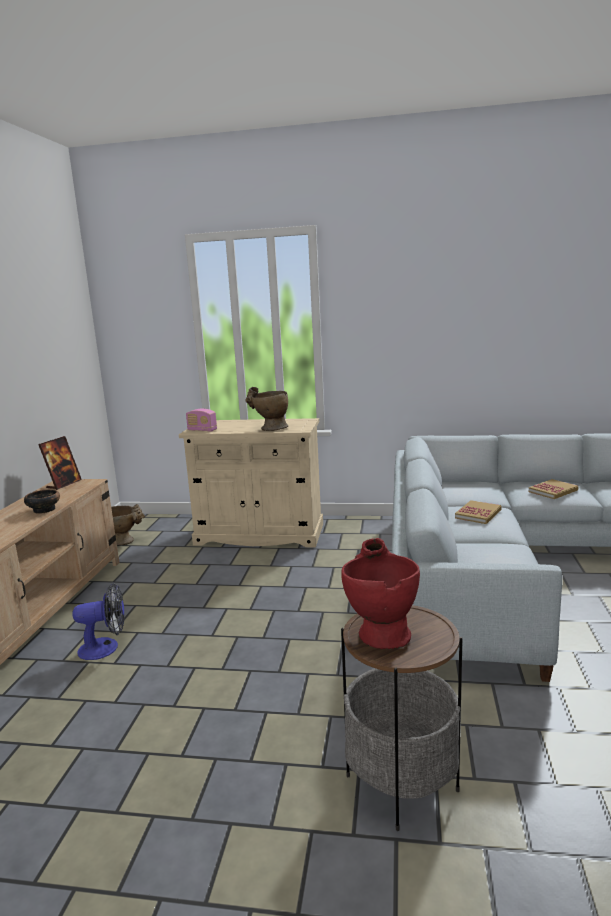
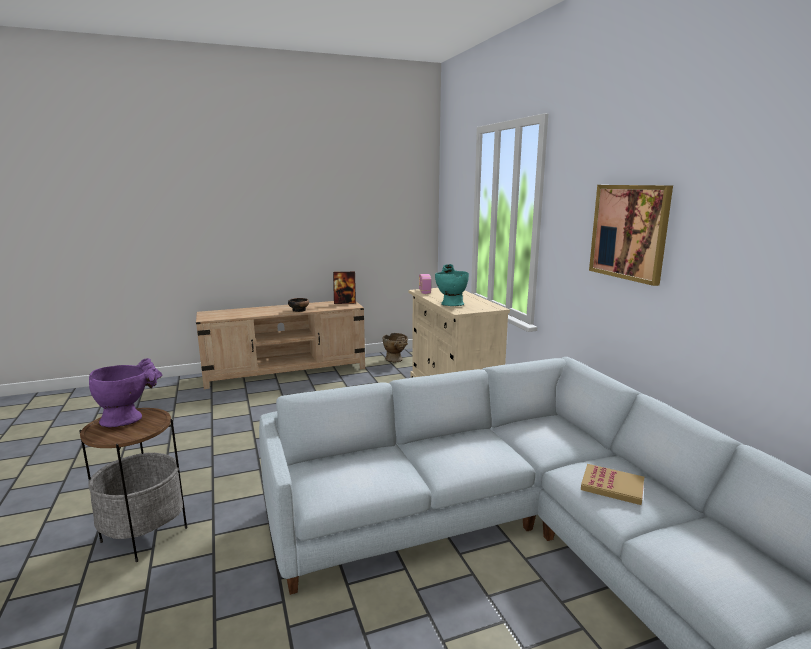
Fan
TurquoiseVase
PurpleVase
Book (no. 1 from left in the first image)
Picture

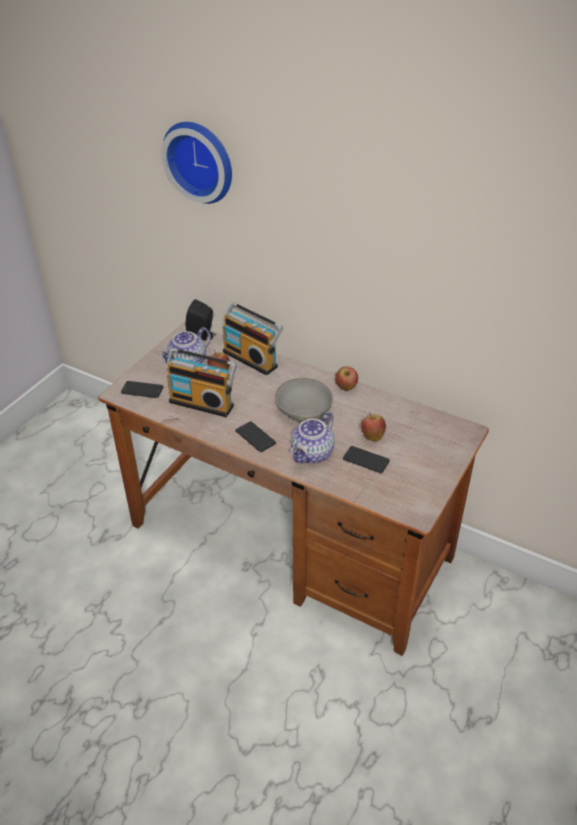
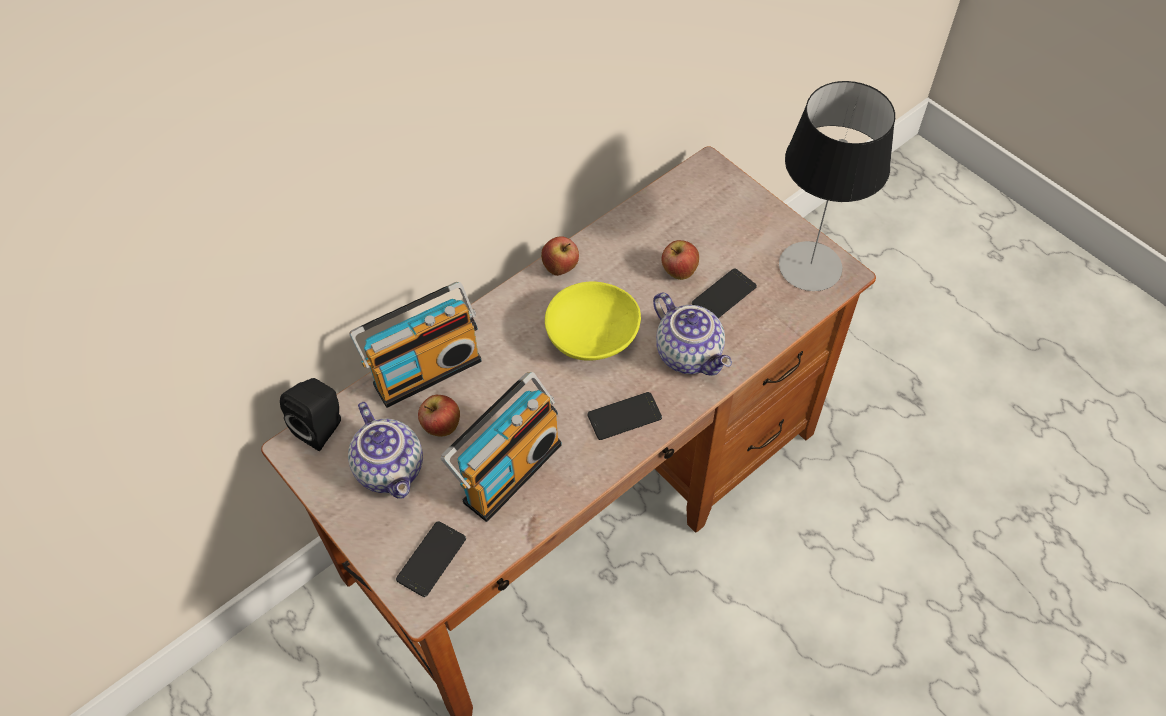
WallClock
YellowBowl
TableLamp

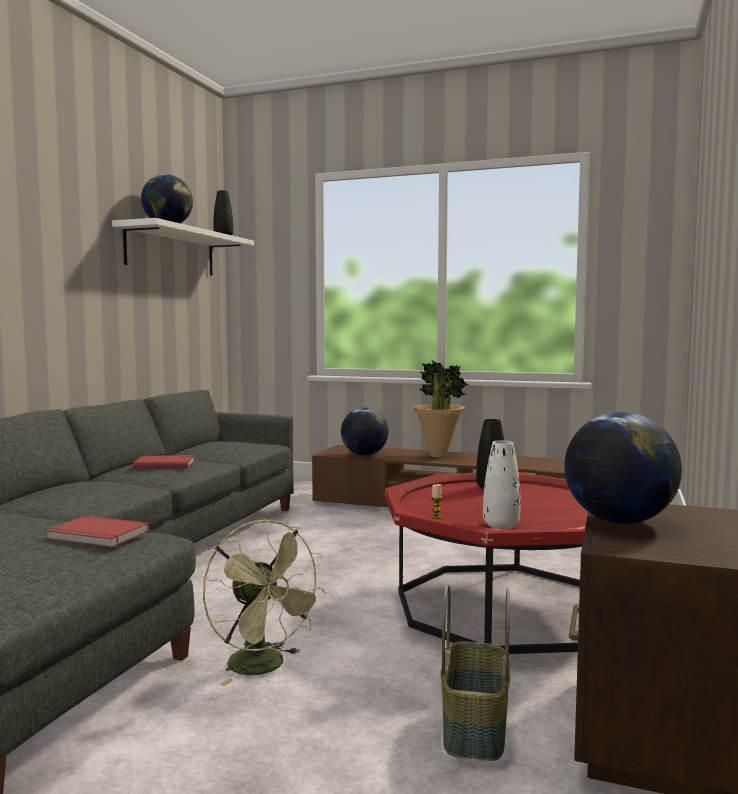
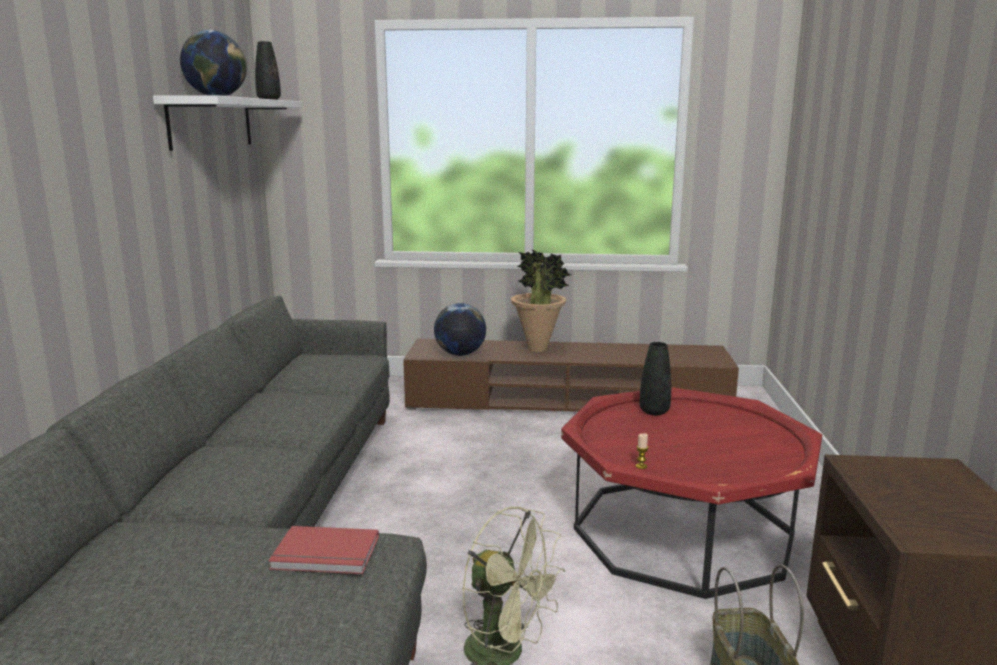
RedBook (no. 2 from left in the first image)
WhiteVase
Globe (no. 3 from left in the first image)

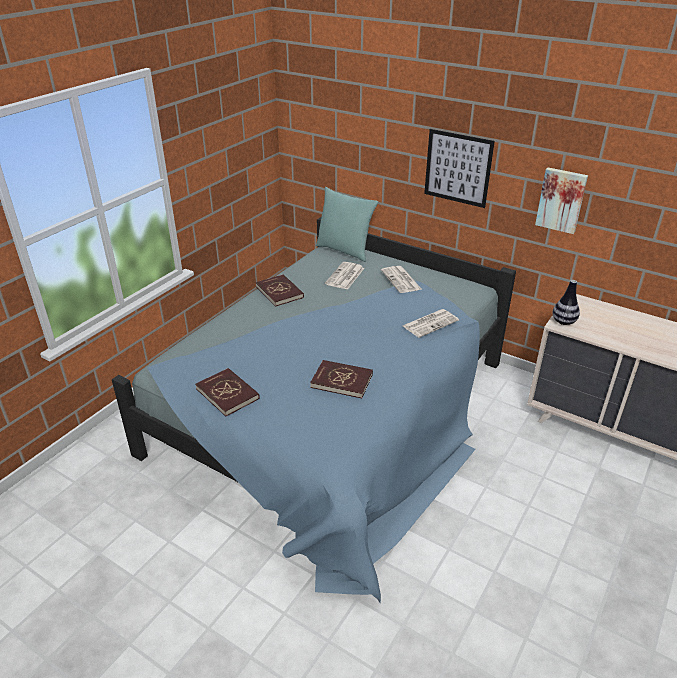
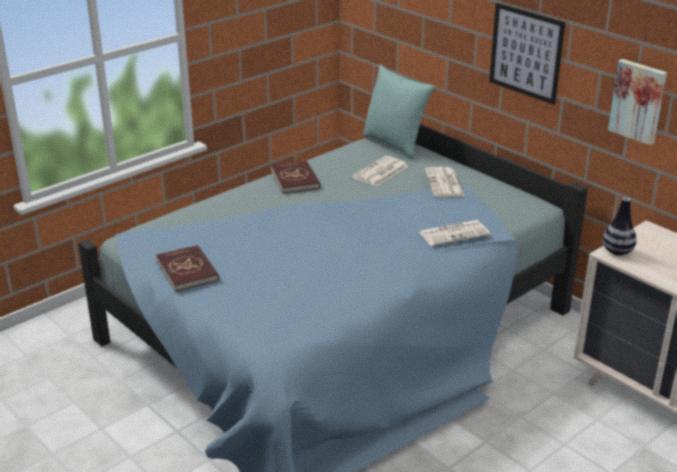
RedBook (no. 3 from left in the first image)

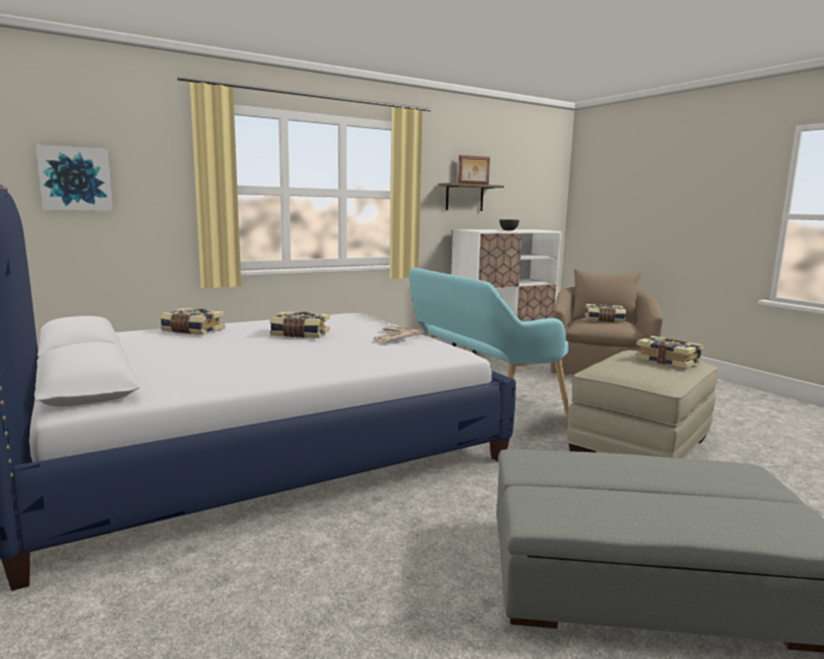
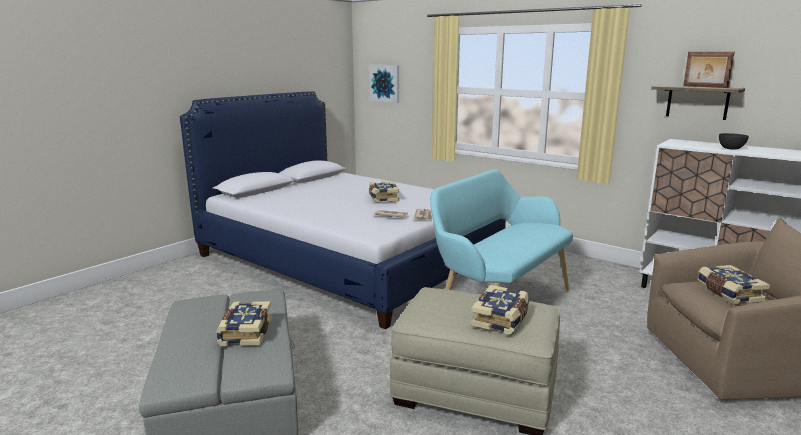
Book (no. 1 from left)

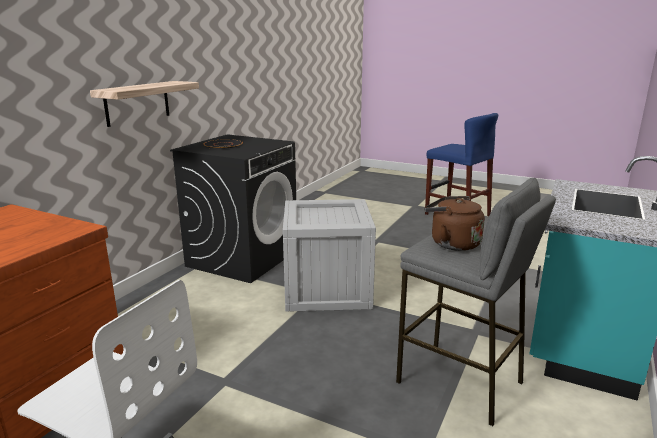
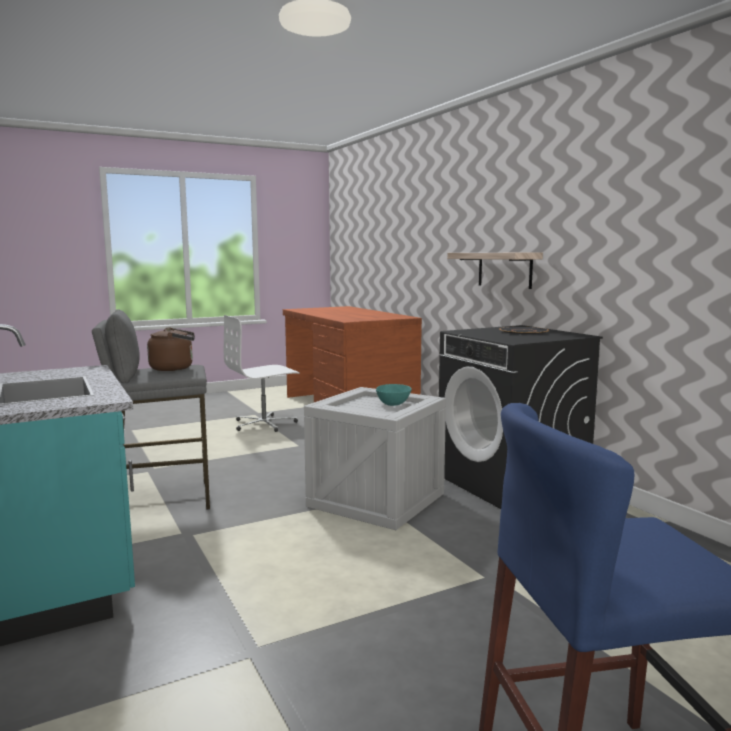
TurquoiseBowl

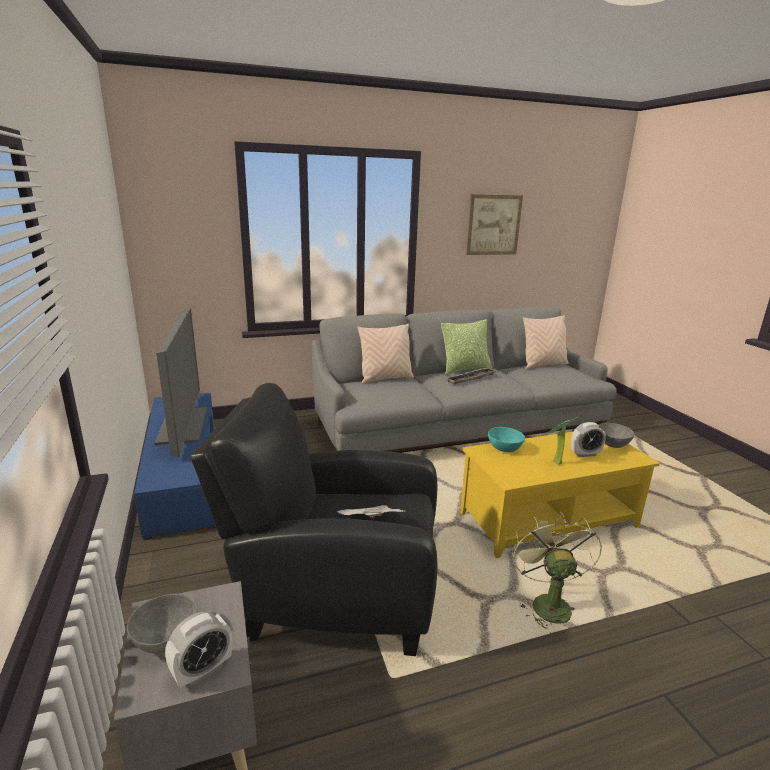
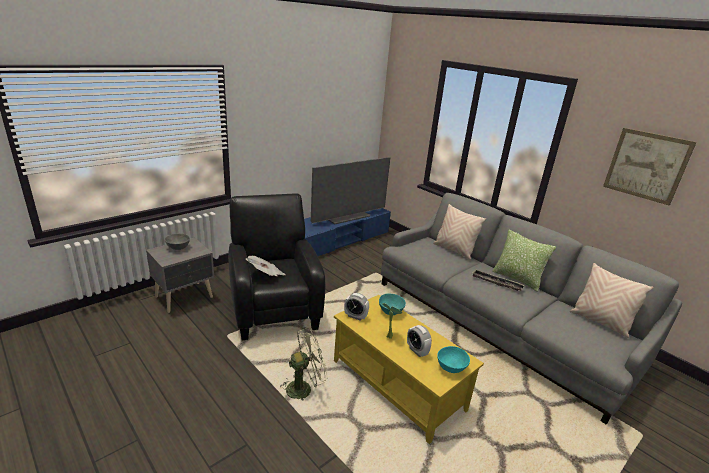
AlarmClock (no. 1 from left)
TurquoiseBowl (no. 2 from left)

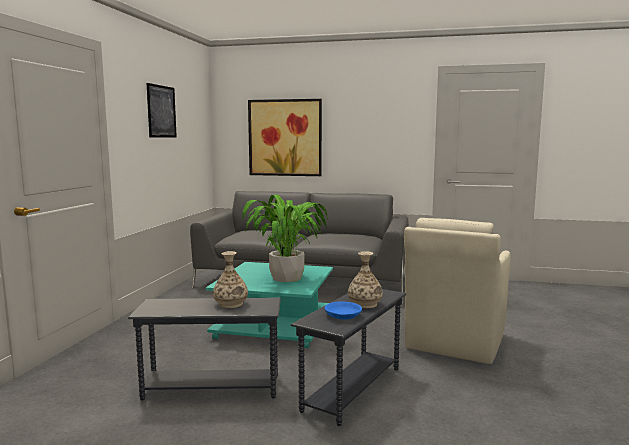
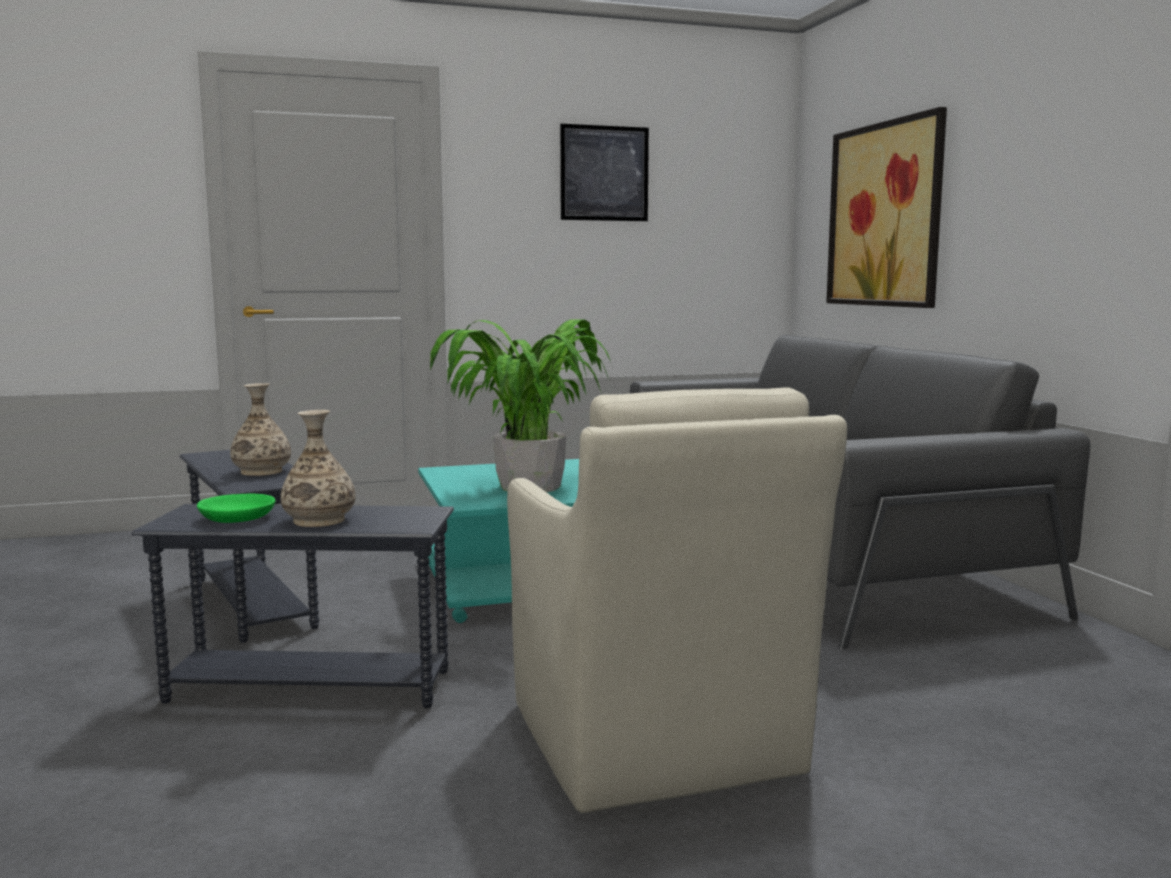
GreenBowl
BeigeArmchair

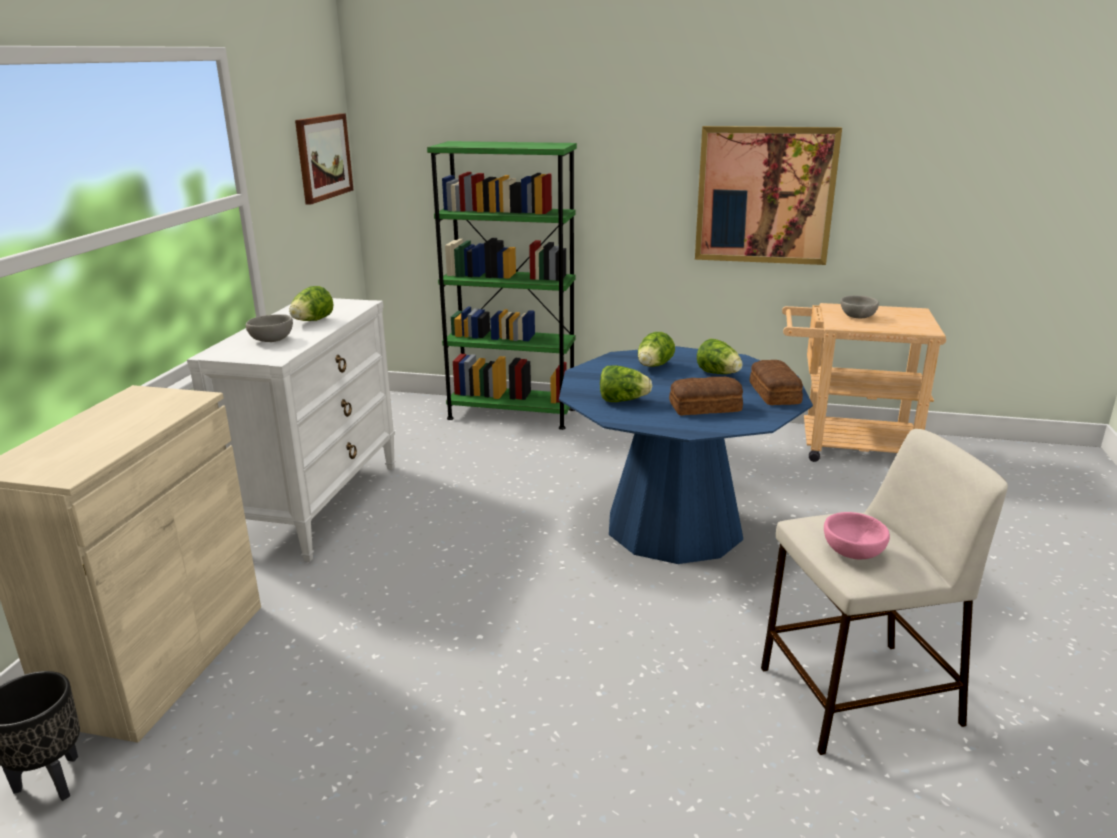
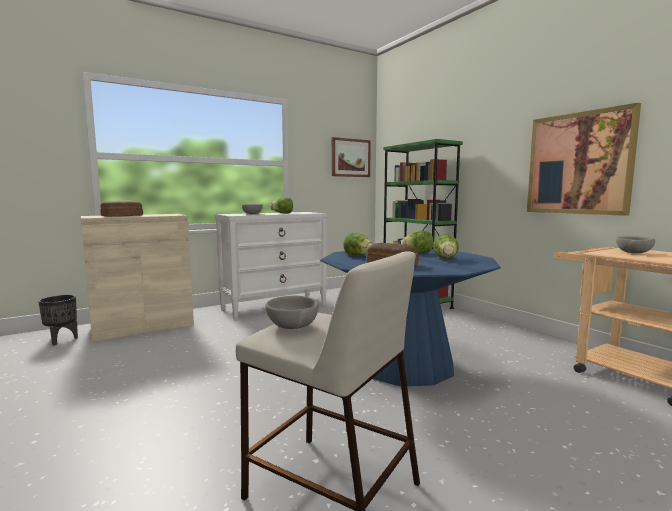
Bread (no. 1 from left)
GreyBowl (no. 2 from left)

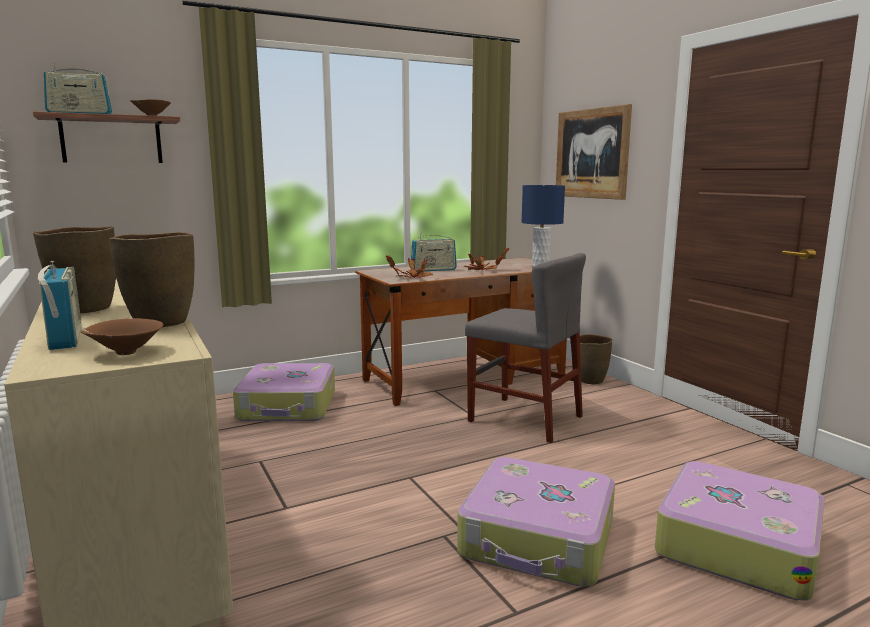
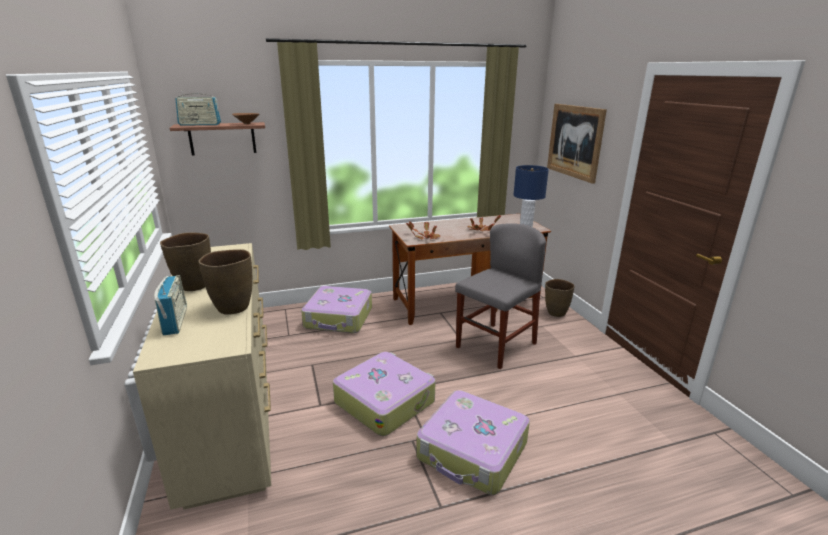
BrownBowl (no. 1 from left in the first image)
Radio (no. 3 from left in the first image)
GreyChair
Suitcase (no. 2 from left)

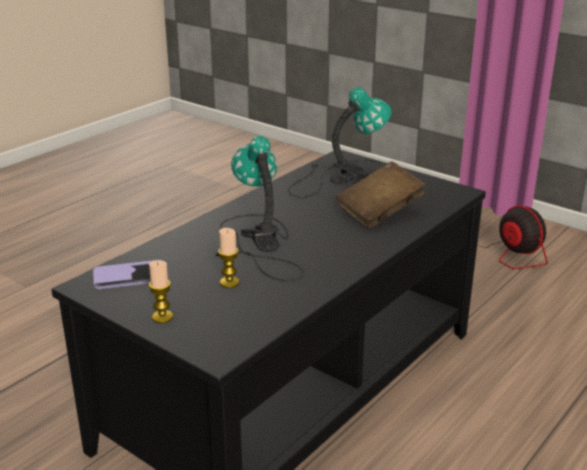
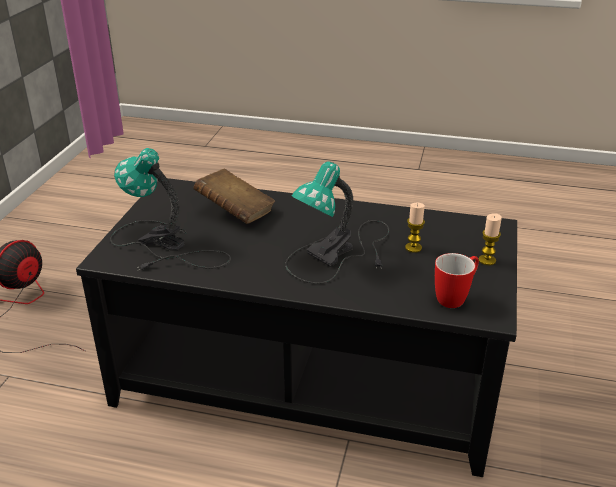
Mug

